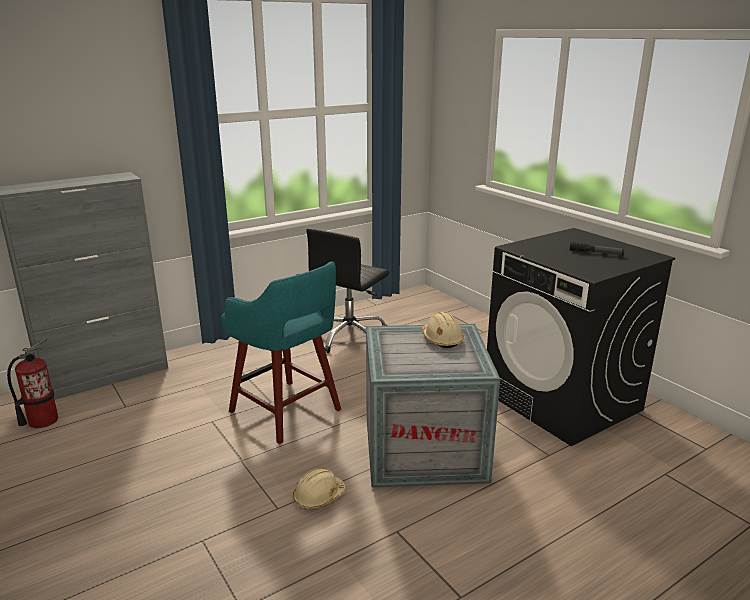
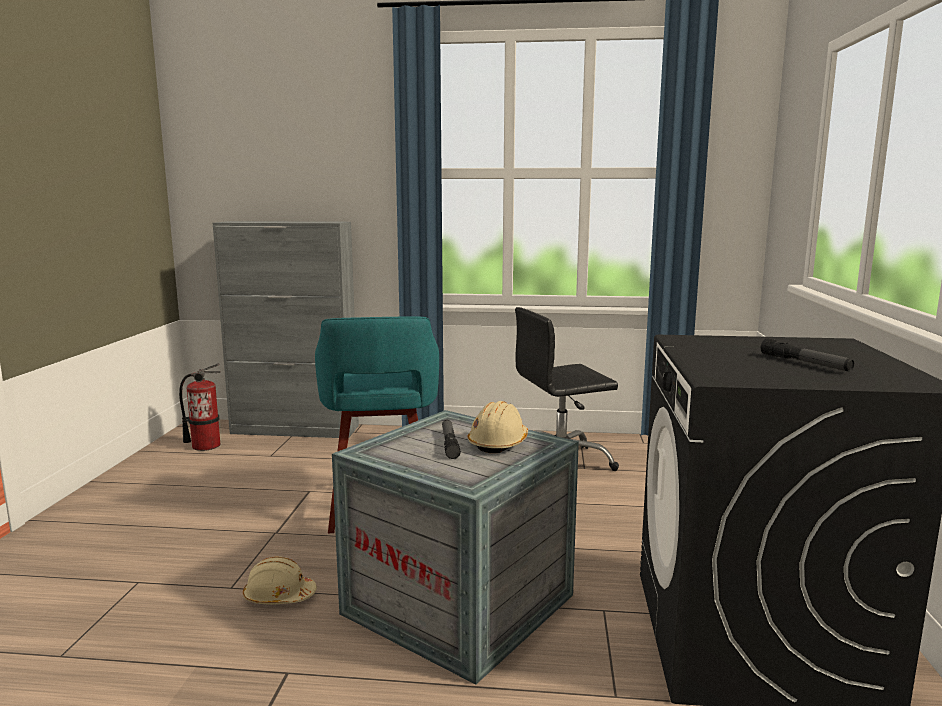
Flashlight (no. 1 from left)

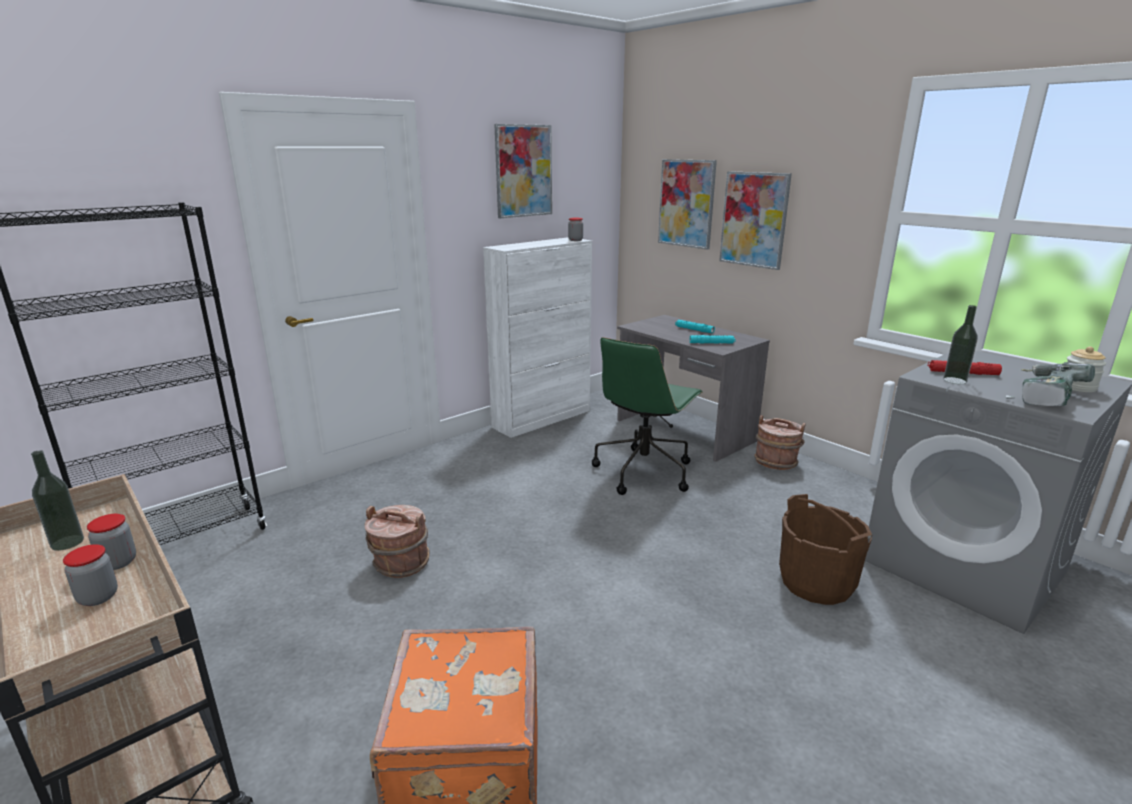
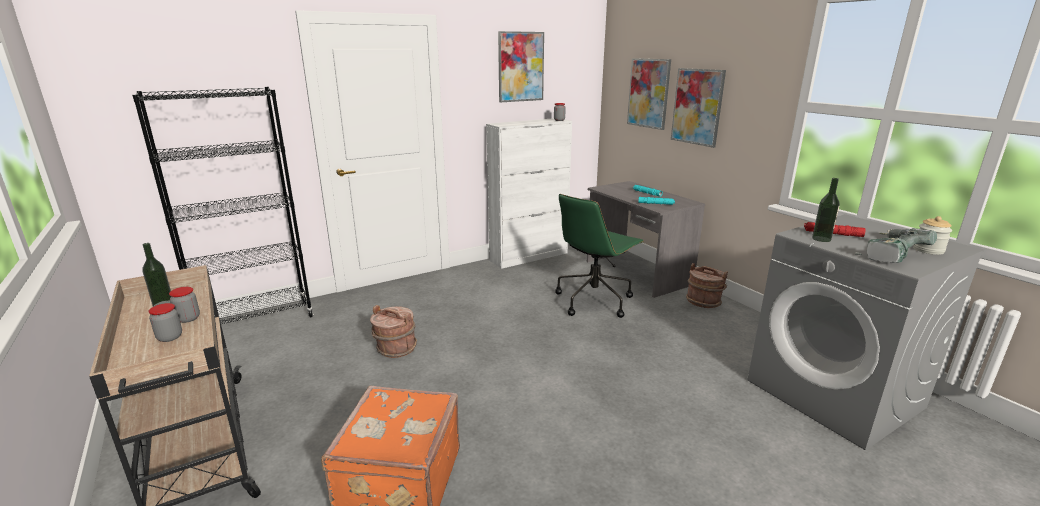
BrownBucket (no. 3 from left in the first image)

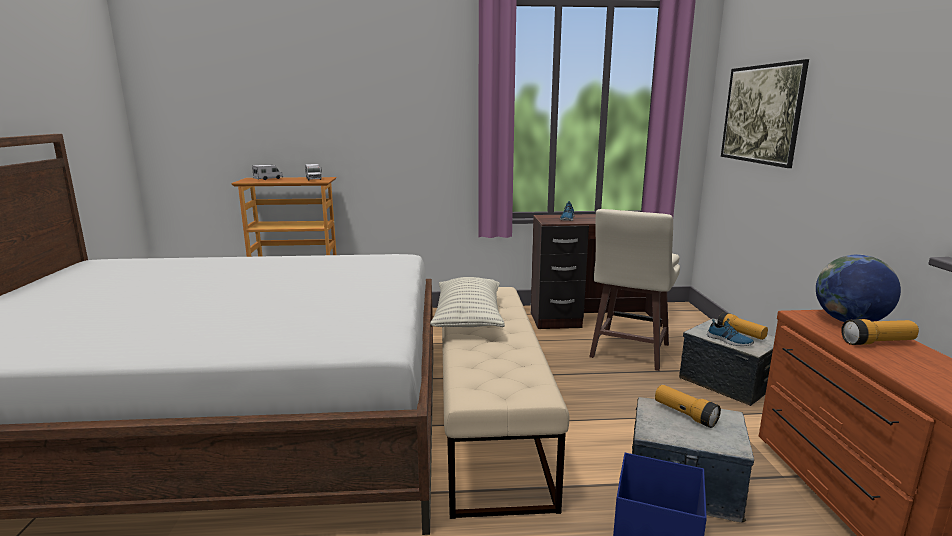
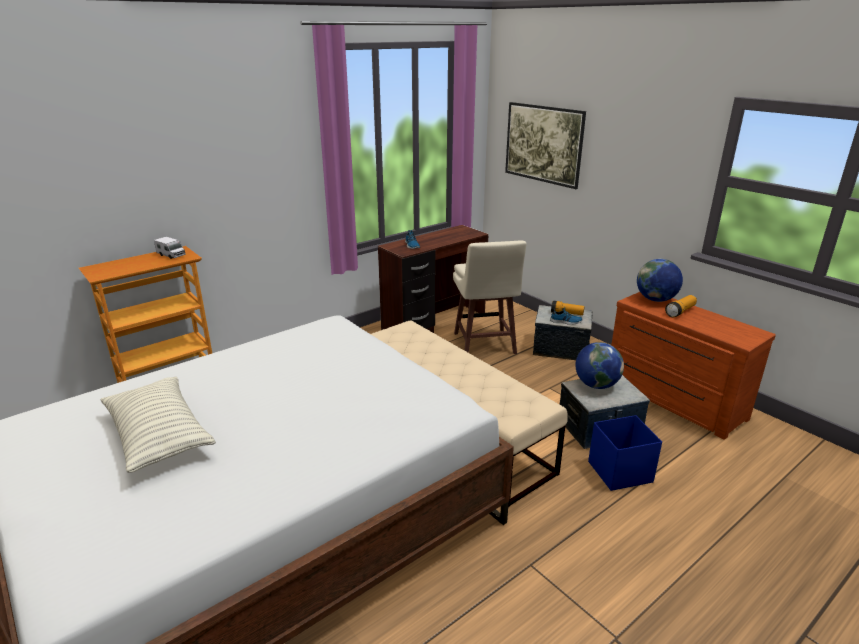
ToyTruck (no. 1 from left in the first image)
Pillow
Globe (no. 1 from left)

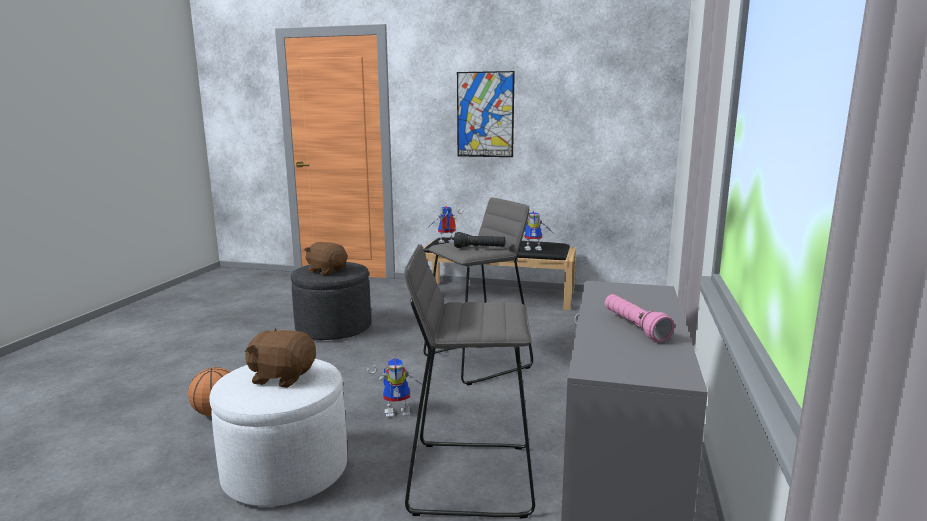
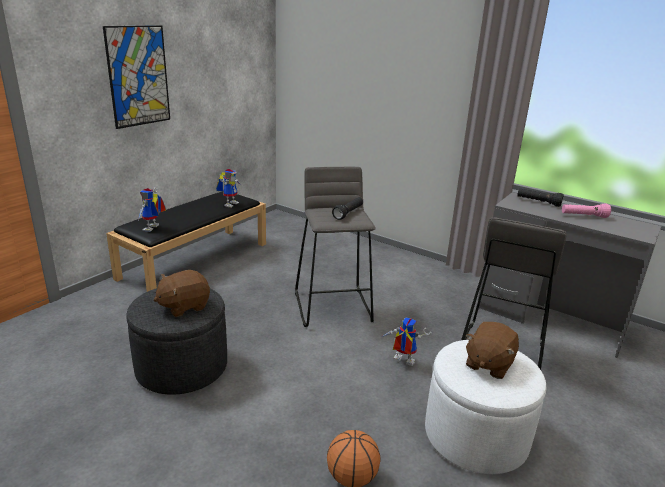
ToyRobot (no. 3 from left)
BlackFlashlight (no. 2 from left)

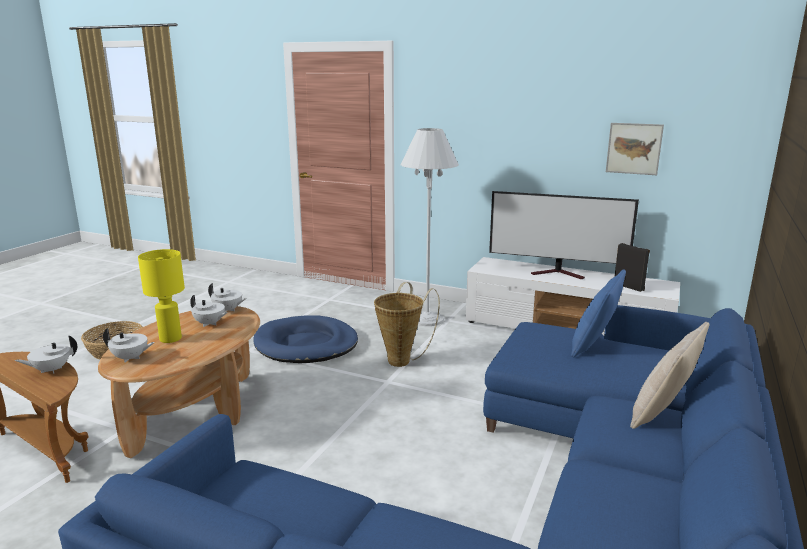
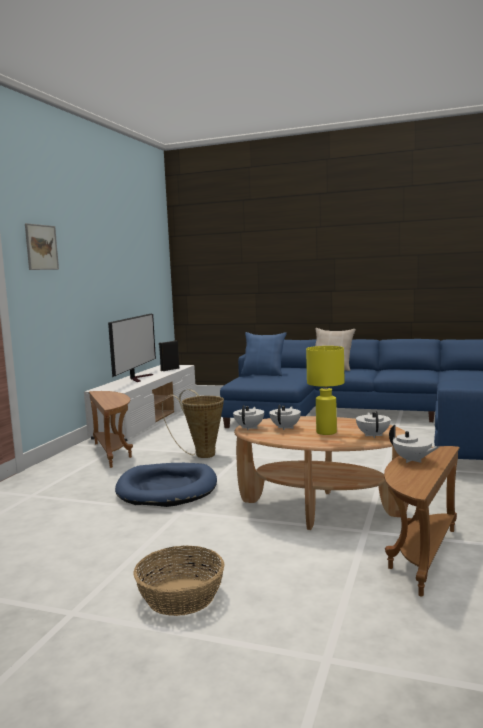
BrownSideTable (no. 1 from left)
Picture

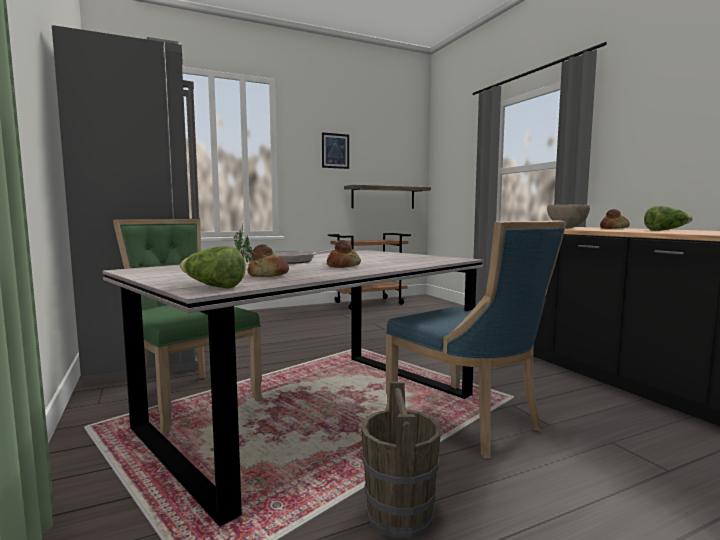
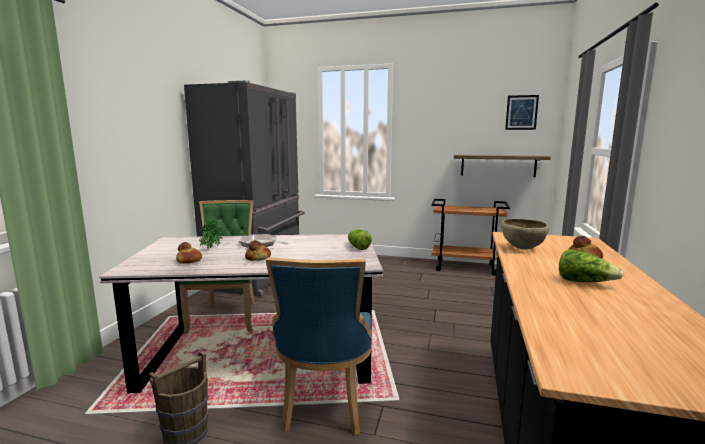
Lettuce (no. 1 from left)
Picture

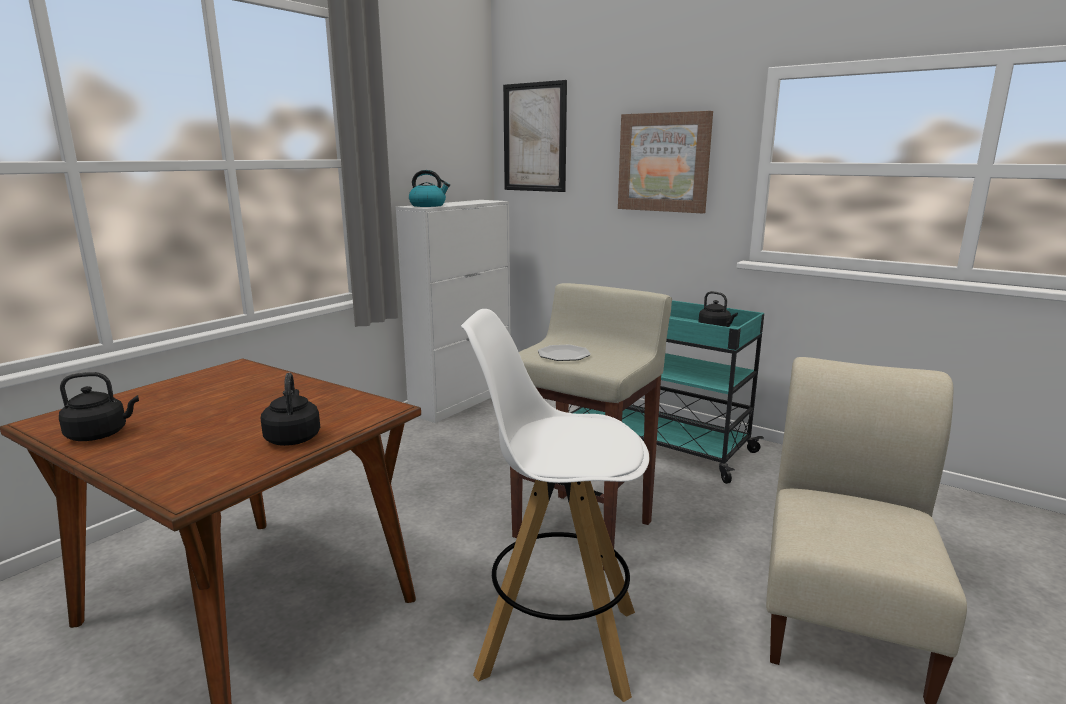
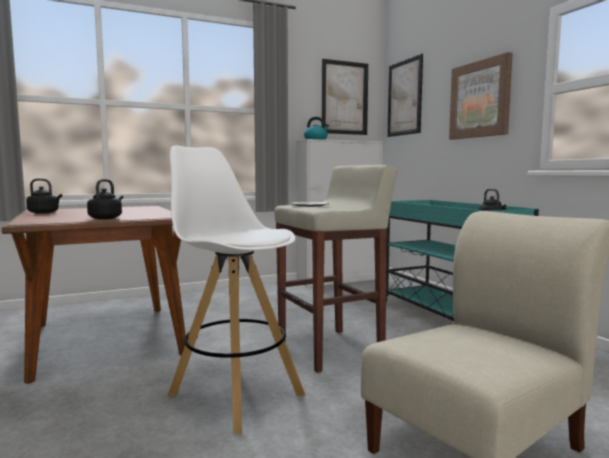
Picture (no. 1 from left)

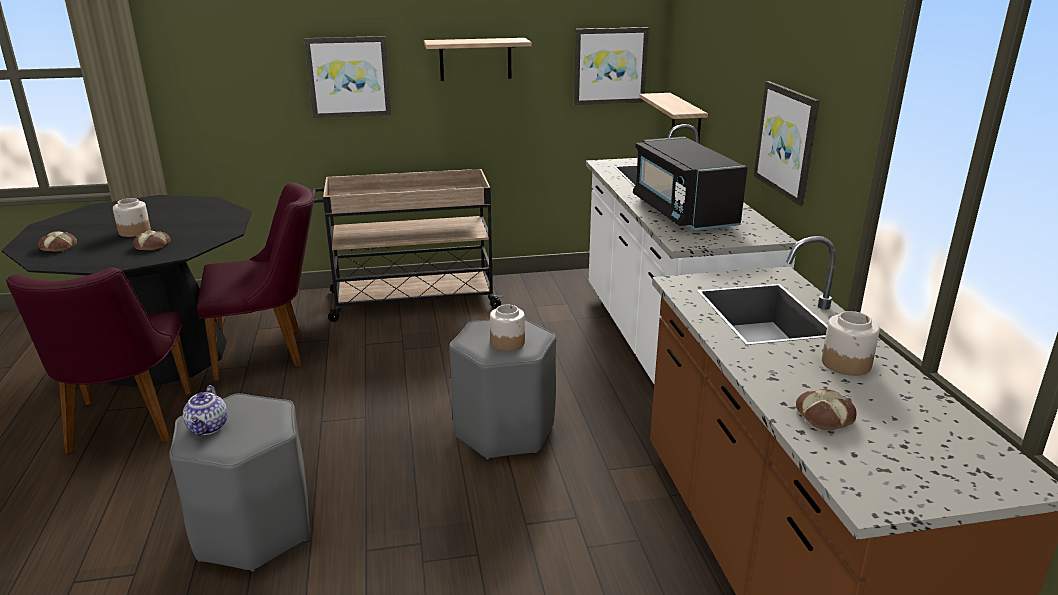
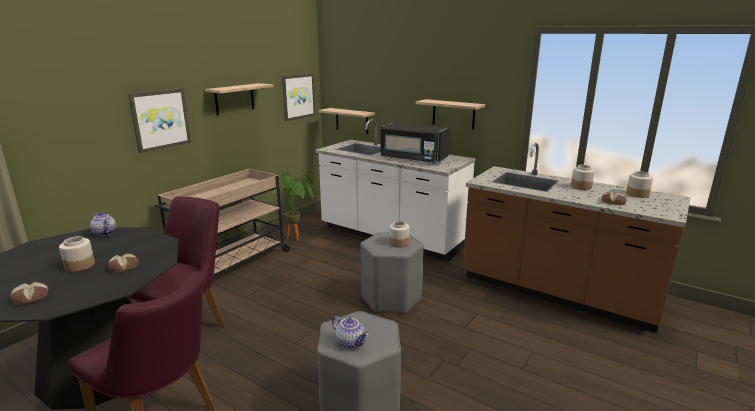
Shelf (no. 3 from left)
Teapot (no. 1 from left)
PottedPlant
Jar (no. 4 from left)

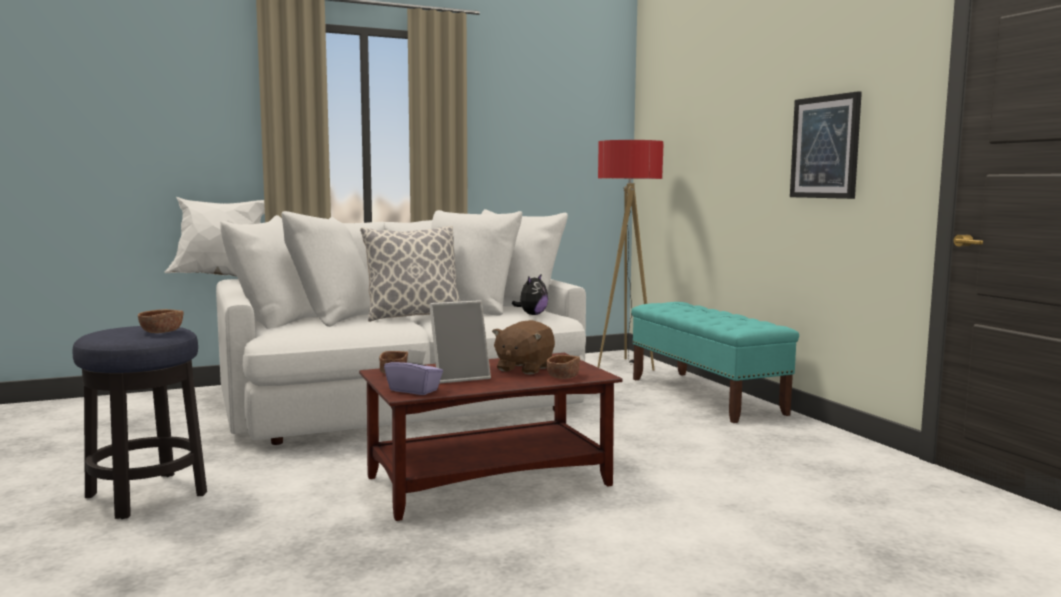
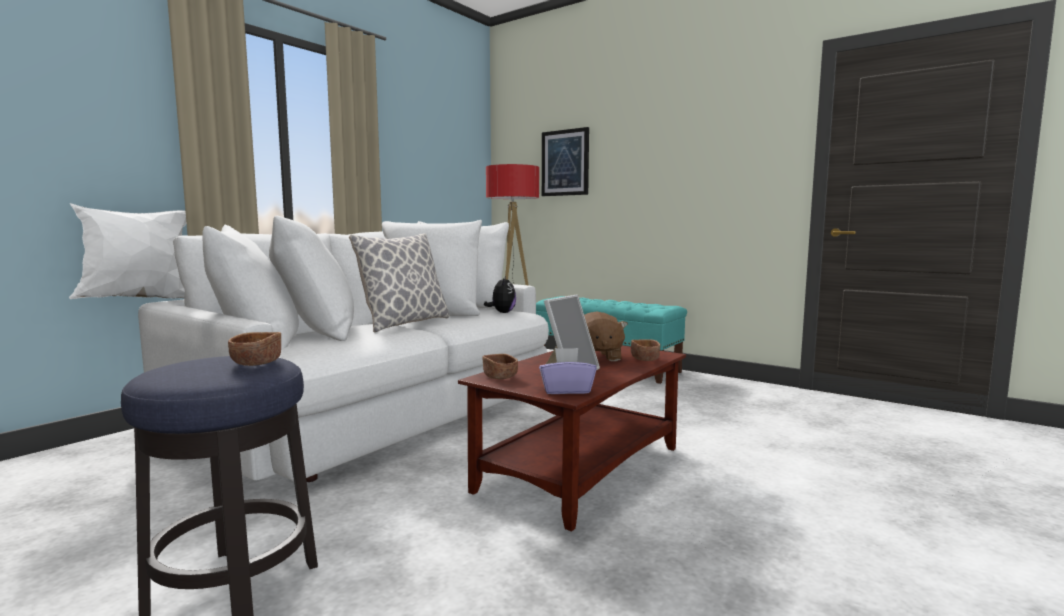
Picture

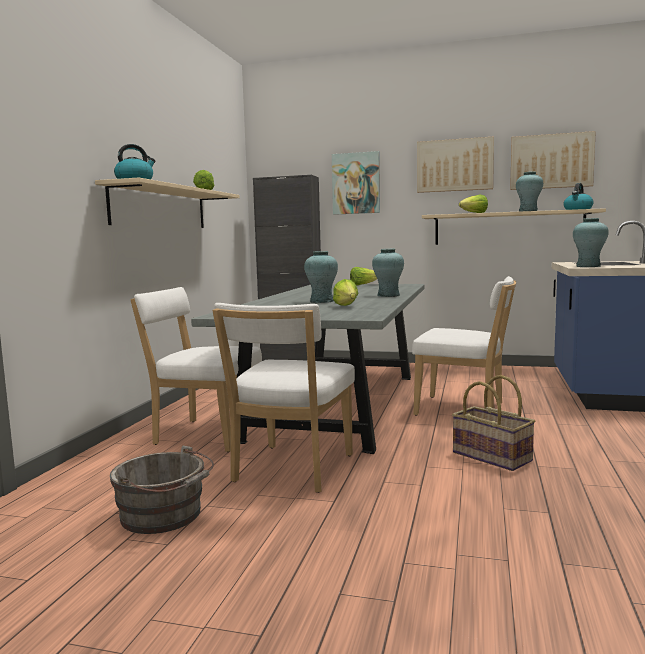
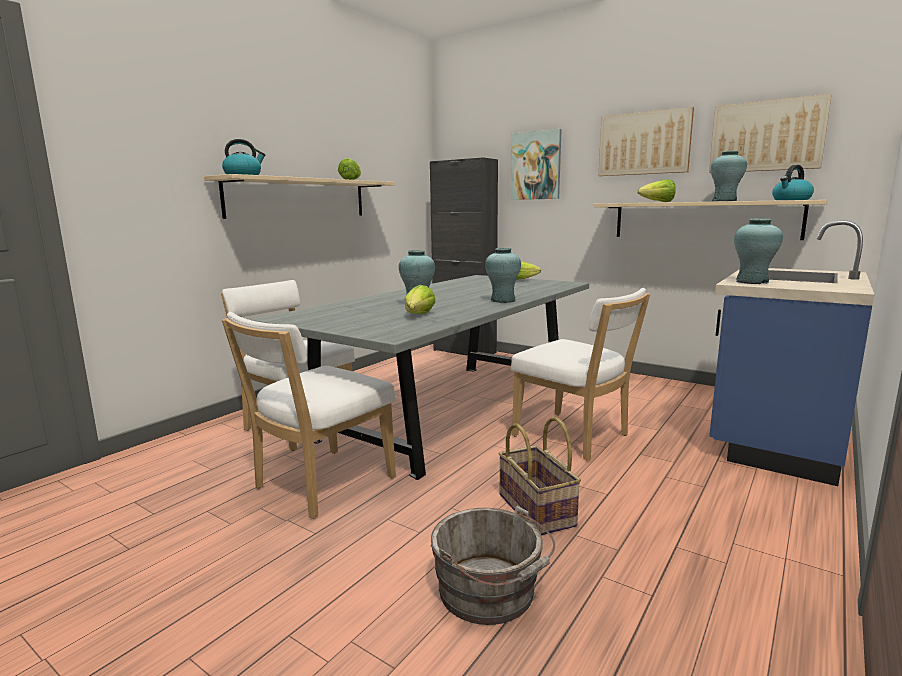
GreyBucket

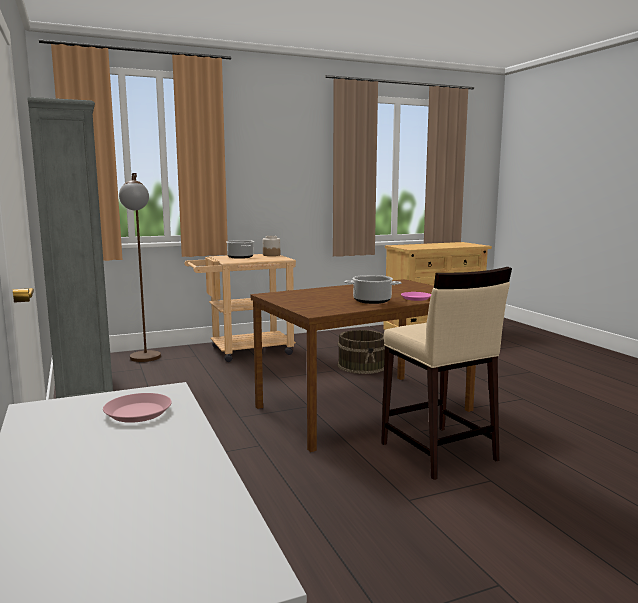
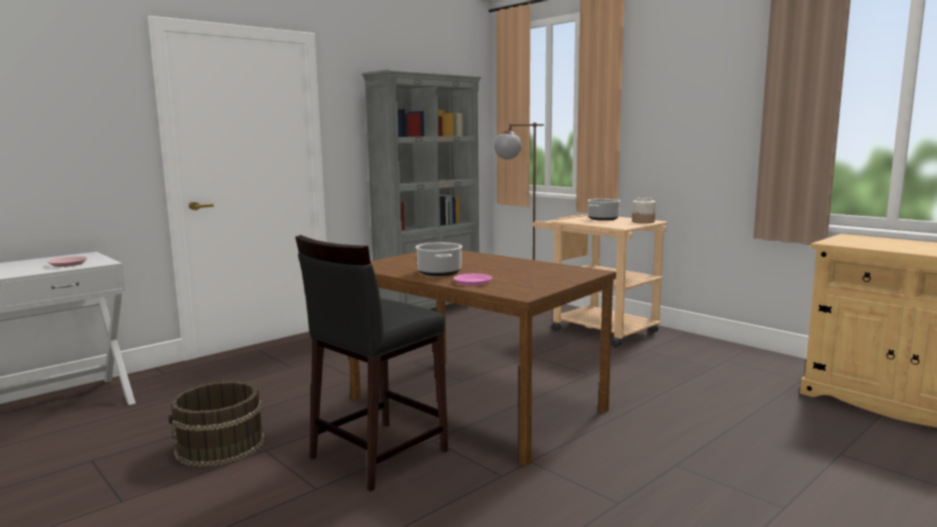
BrownBucket
BlackStool

